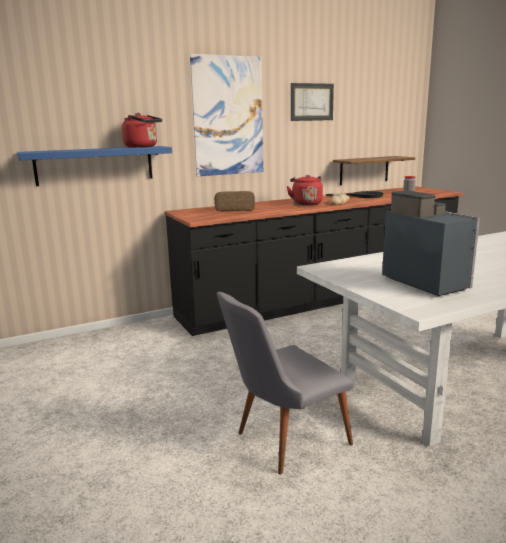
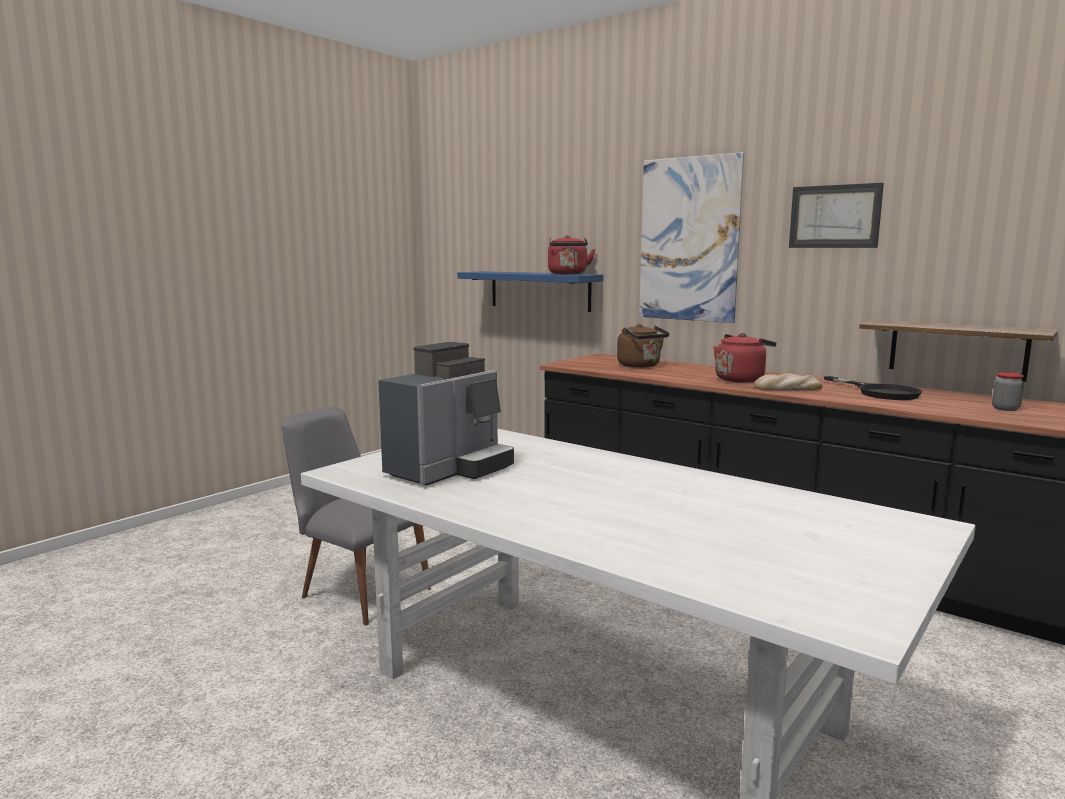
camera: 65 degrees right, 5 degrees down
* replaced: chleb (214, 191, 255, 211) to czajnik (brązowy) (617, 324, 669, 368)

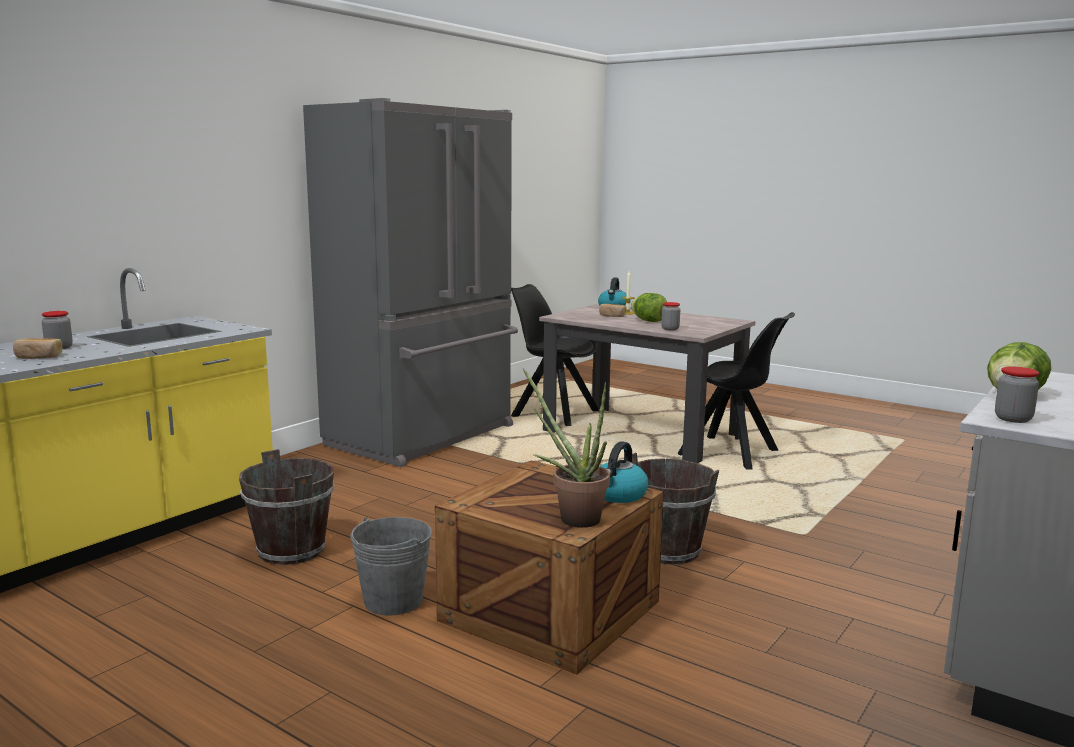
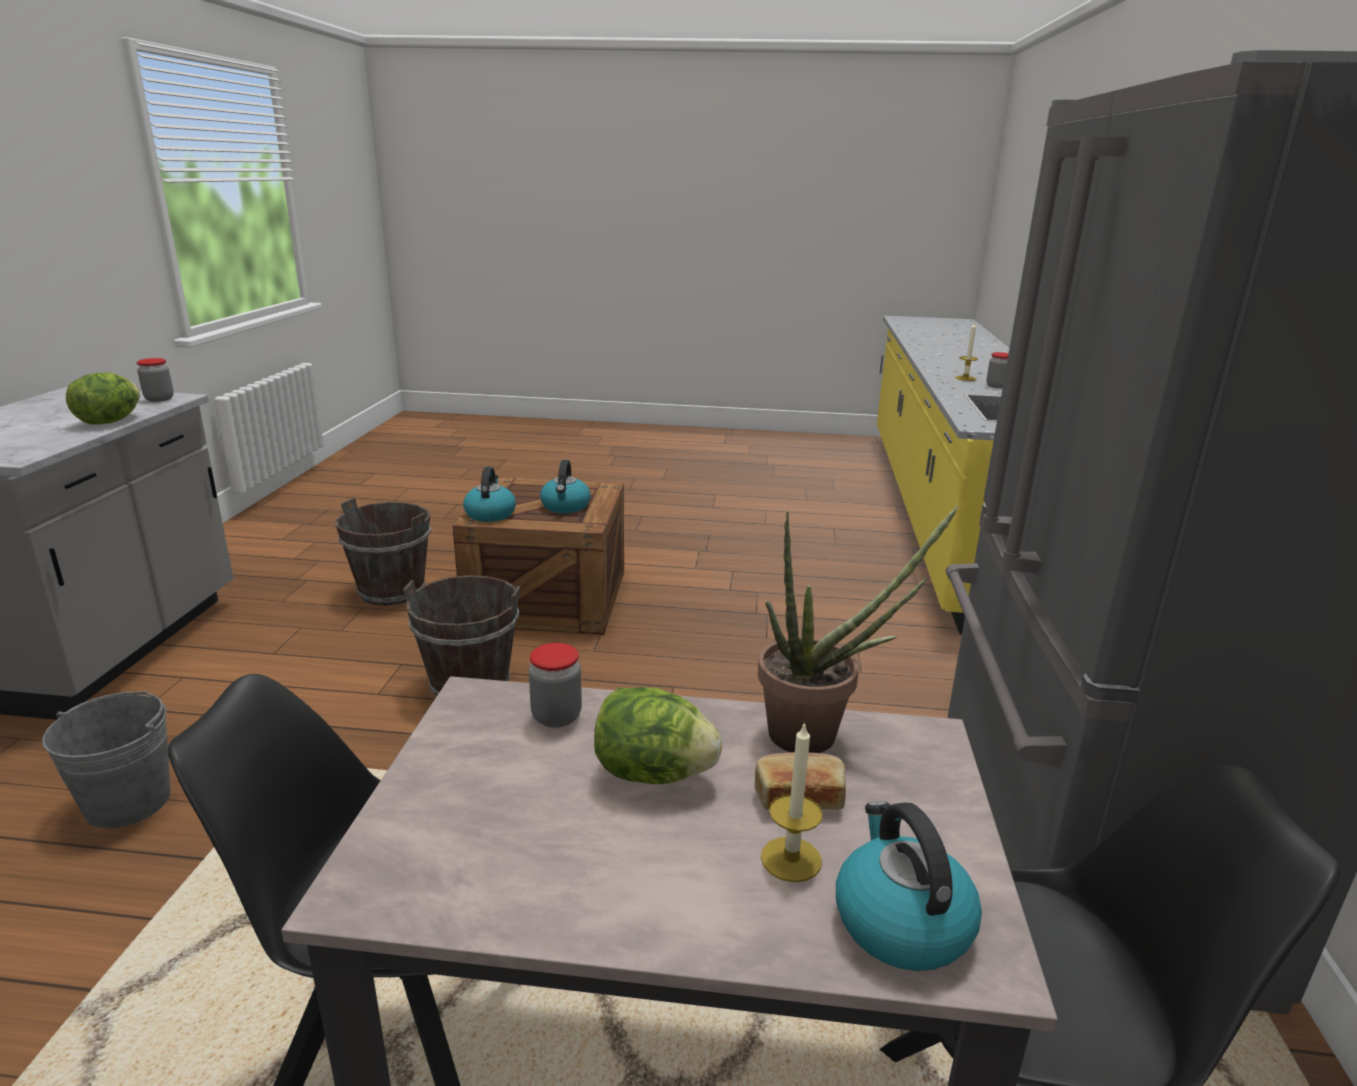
camera: 150 degrees right, 10 degrees up
* replaced: chleb (13, 338, 63, 359) to świeca (955, 321, 978, 381)
* moved: roślina doniczkowa (523, 368, 610, 528) to (758, 505, 959, 753)
* moved: wiadro (brązowy) (239, 449, 334, 565) to (335, 498, 431, 606)
* moved: wiadro (szary) (350, 517, 432, 615) to (42, 691, 171, 829)
* added: czajnik (540, 460, 590, 513)

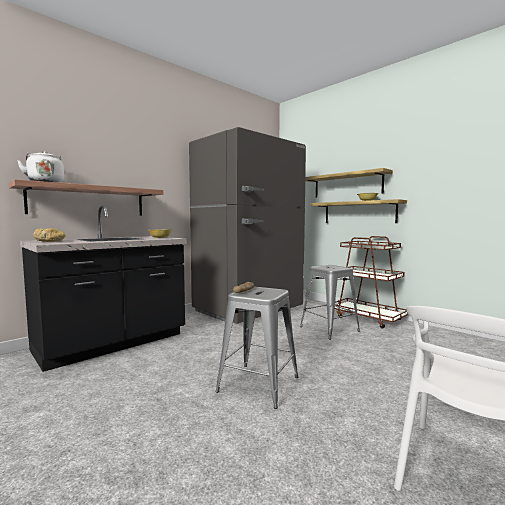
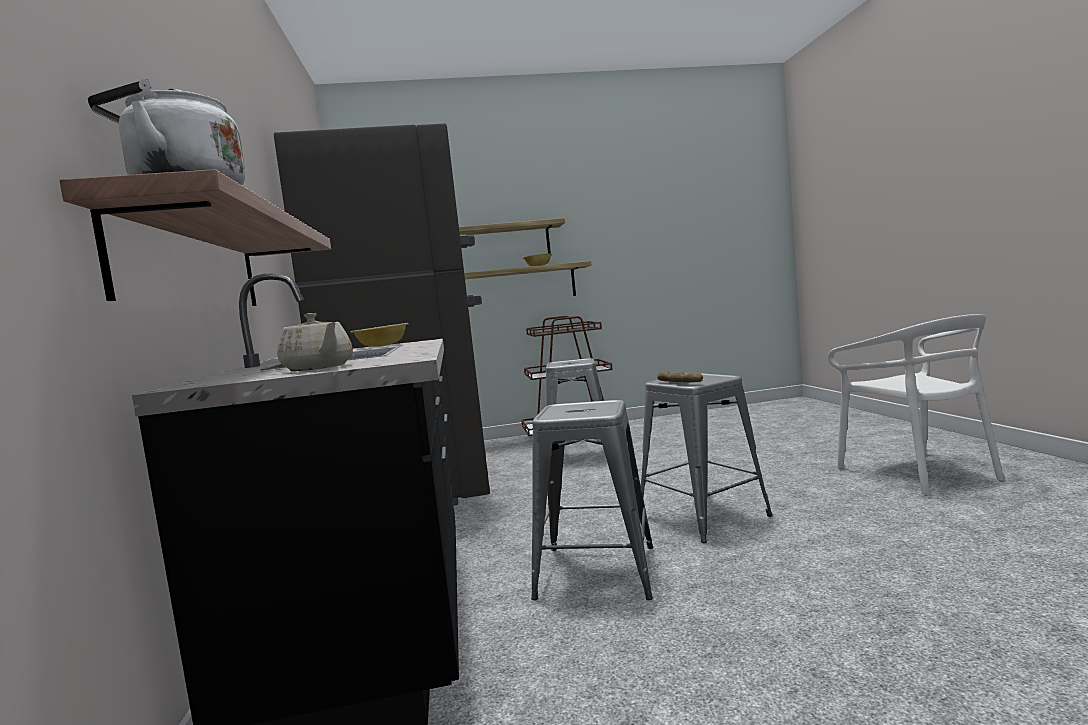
camera: 55 degrees left, 0 degrees up
* replaced: chleb (33, 228, 65, 242) to imbryk (beżowy) (277, 313, 353, 371)
* added: stołek (szary) (531, 400, 653, 600)

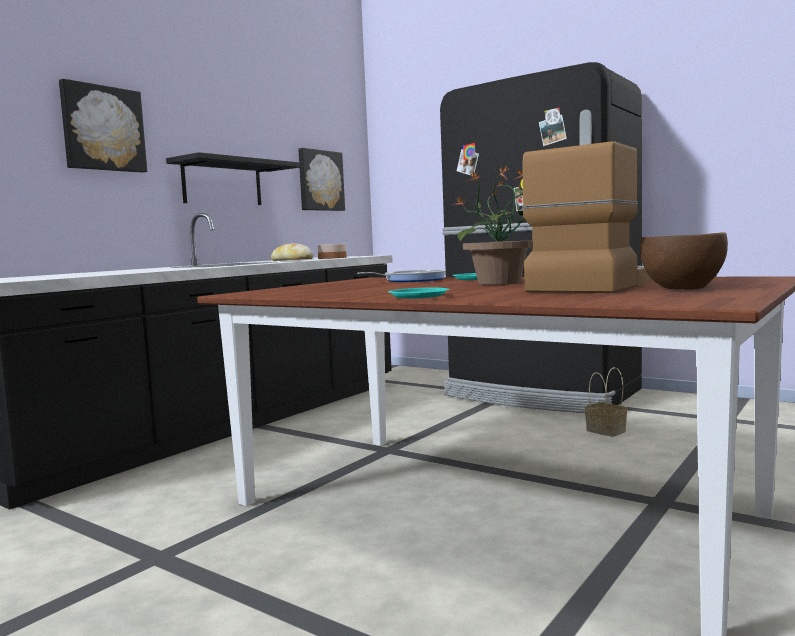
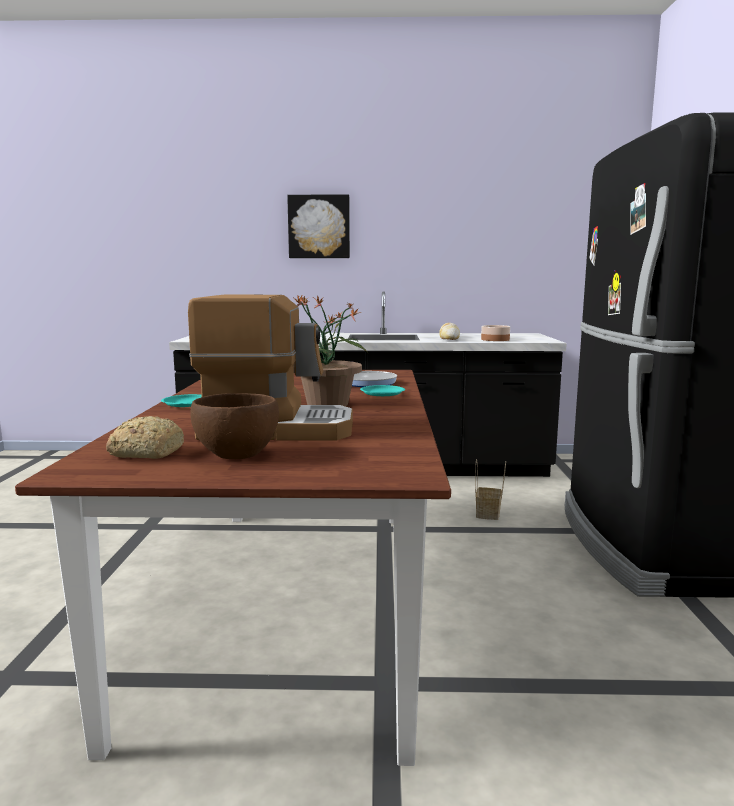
camera: 55 degrees right, 5 degrees up
* removed: obraz (298, 148, 345, 211)
* removed: półka (czarny) (166, 152, 301, 205)
* moved: koszyk (585, 367, 627, 437) to (475, 459, 506, 520)
* added: chleb (106, 416, 184, 459)

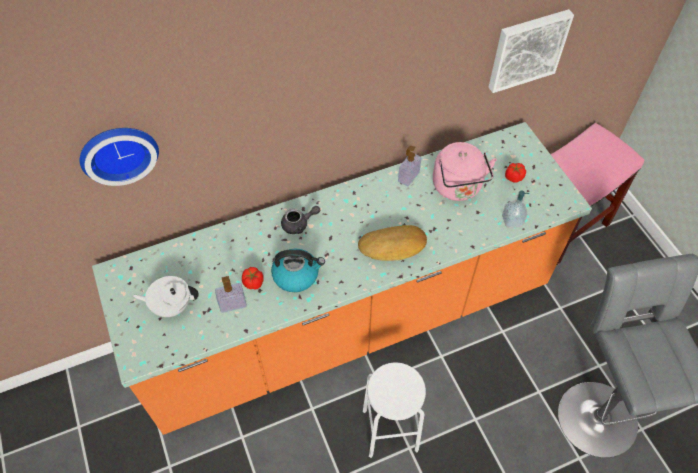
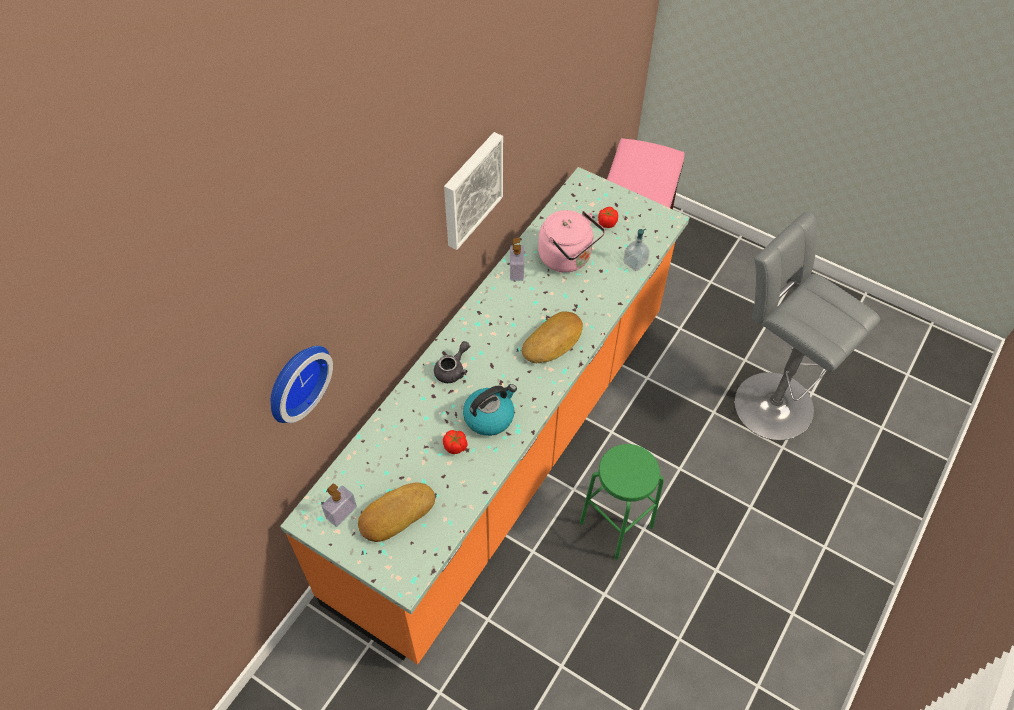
camera: 35 degrees left, 0 degrees up
* moved: obraz (488, 9, 574, 93) to (444, 132, 503, 250)
* replaced: imbryk (biały) (133, 276, 199, 317) to chleb (358, 483, 435, 542)
* moved: dozownik mydła (215, 276, 247, 313) to (322, 484, 357, 527)
* recoloured: stołek (biały) (363, 362, 426, 458) to stołek (zielony) (580, 444, 664, 560)

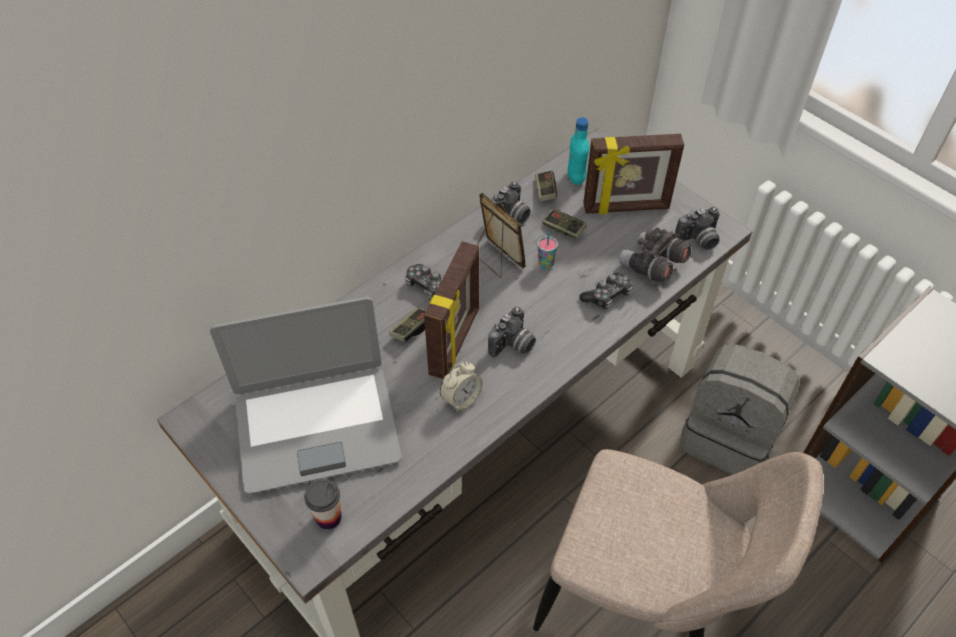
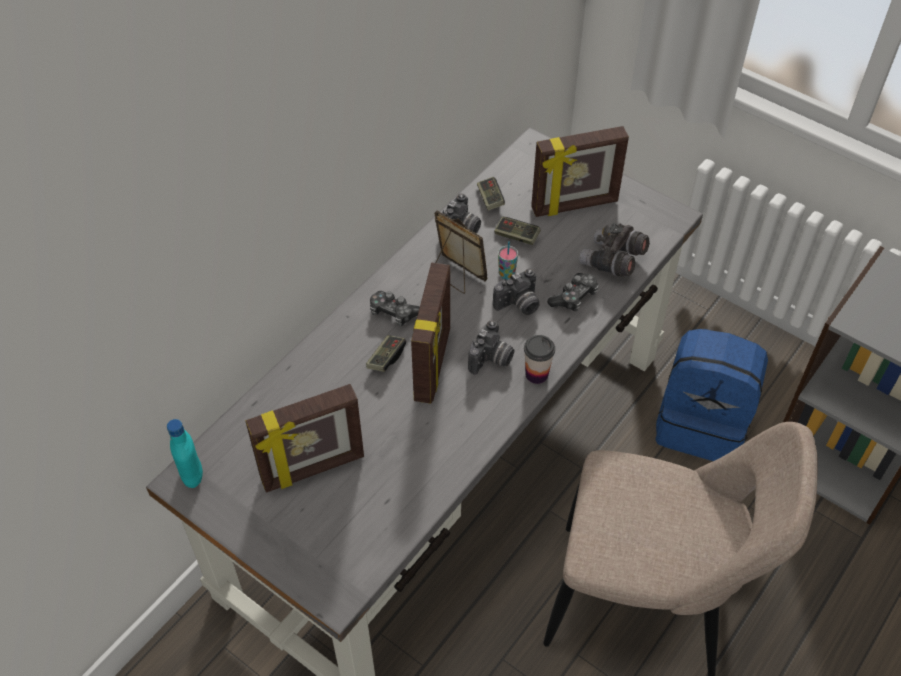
camera: 10 degrees left, 0 degrees up
* moved: butelka (turkusowy) (568, 117, 589, 185) to (167, 419, 203, 488)
* moved: aparat fotograficzny (675, 207, 720, 250) to (493, 269, 540, 315)
* replaced: laptop (210, 297, 401, 494) to ramka na zdjęcie (245, 384, 364, 493)
* recoloured: plecak (szary) (680, 344, 800, 475) to plecak (niebieski) (655, 329, 768, 461)
* removed: budzik (440, 361, 483, 412)
* moved: filiżanka (304, 479, 341, 529) to (524, 335, 555, 384)

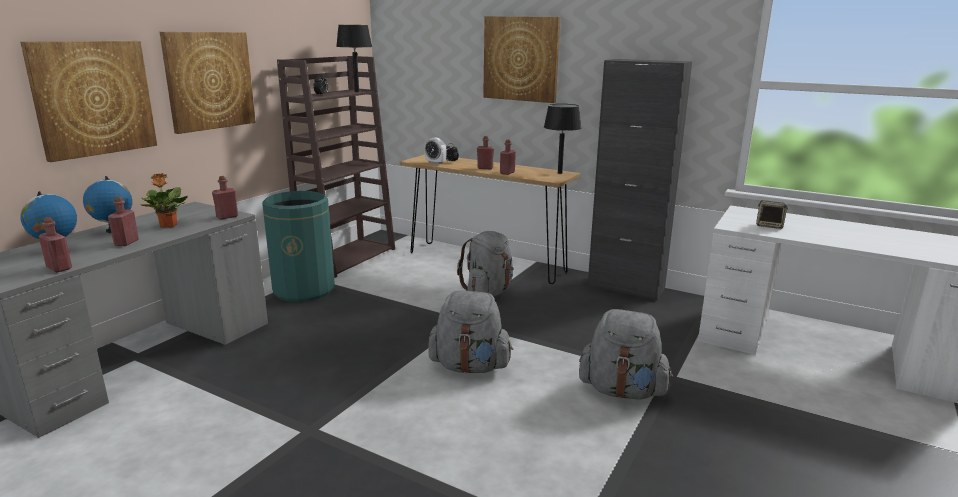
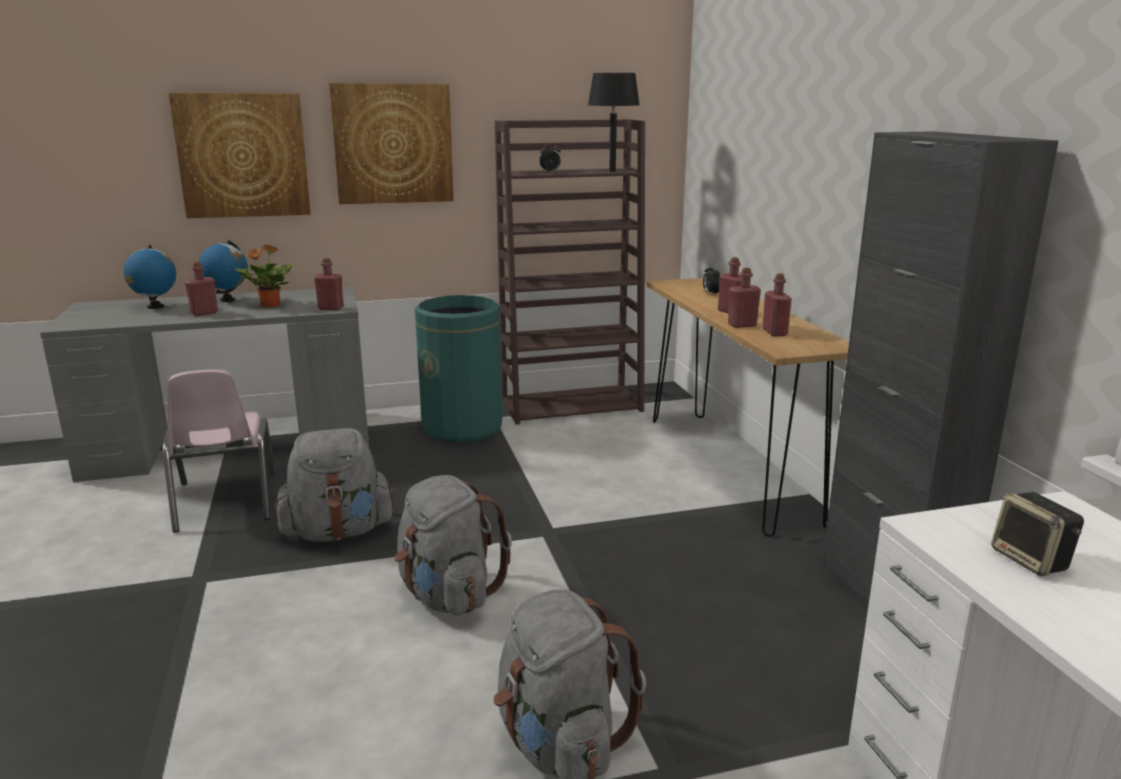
camera: 45 degrees right, 0 degrees up
* removed: obraz (483, 16, 560, 103)
* removed: lampa stołowa (czarny) (544, 104, 581, 174)
* removed: budzik (424, 137, 447, 164)
* moved: butelka (czerwony) (39, 217, 72, 272) to (762, 273, 792, 336)
* moved: plecak (szary) (457, 231, 514, 296) to (275, 428, 396, 542)
* added: krzesło (różowy) (162, 369, 275, 533)

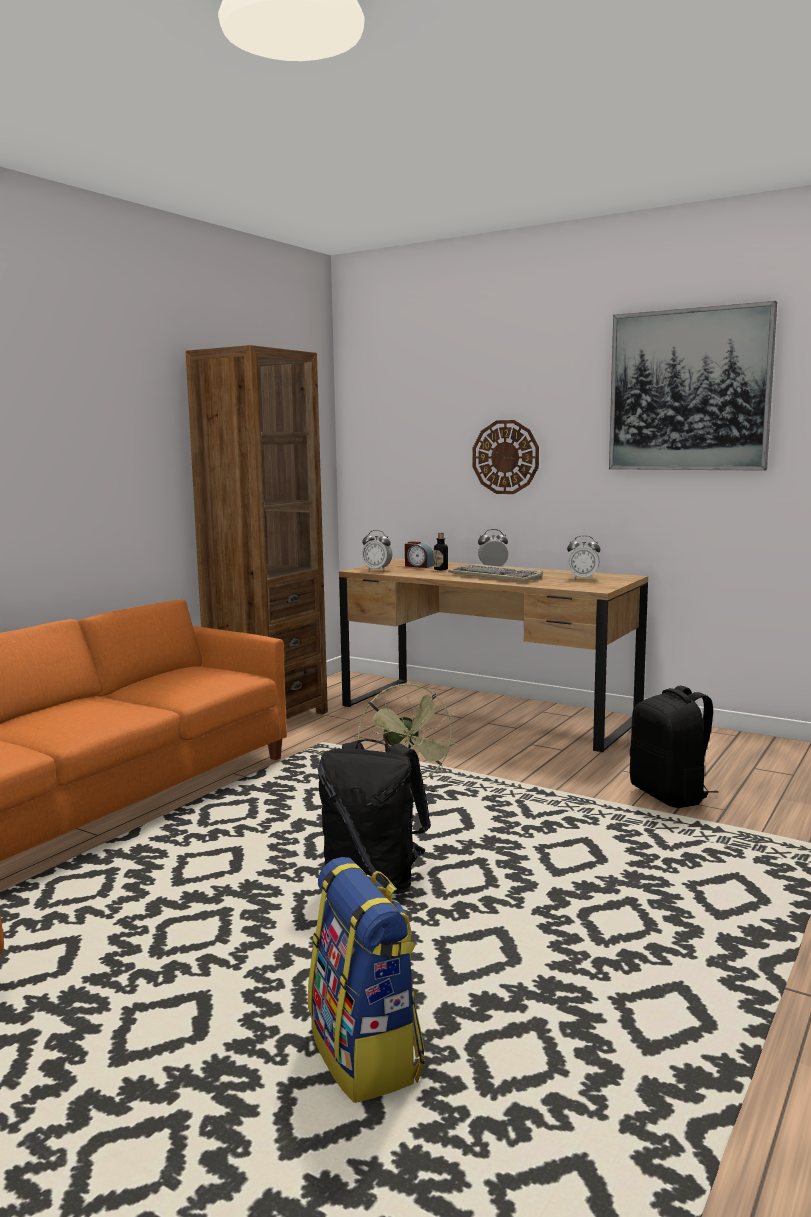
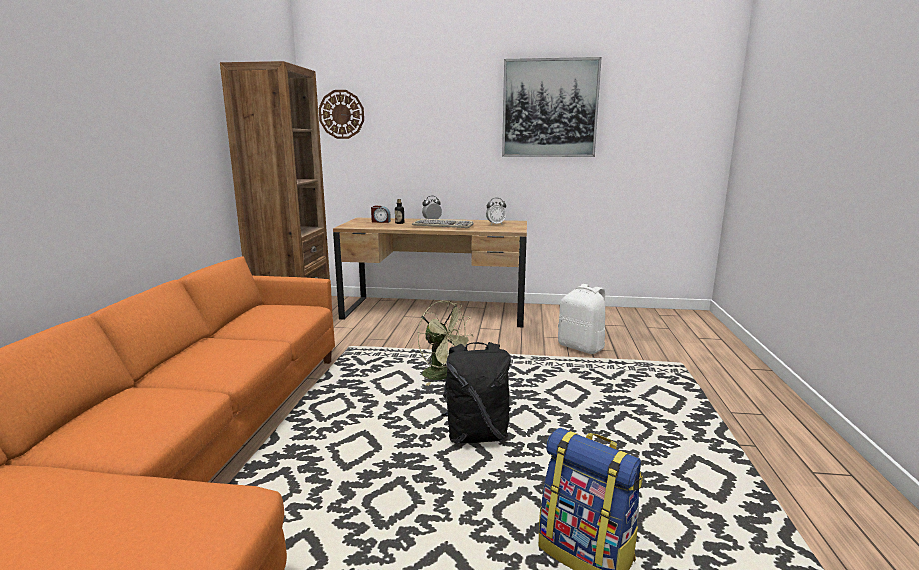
camera: 25 degrees left, 5 degrees up
* moved: zegar ścienny (473, 420, 539, 494) to (319, 90, 364, 139)
* removed: budzik (362, 530, 392, 571)
* recoloured: plecak (czarny) (630, 686, 718, 808) to plecak (biały) (558, 284, 605, 354)

